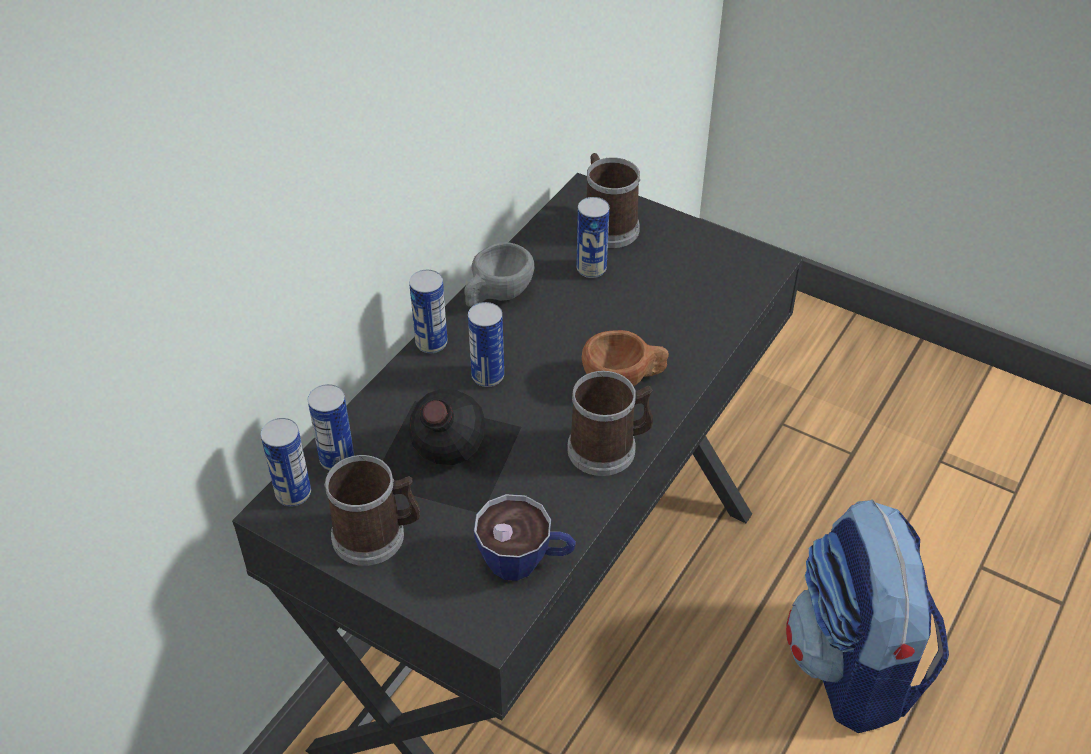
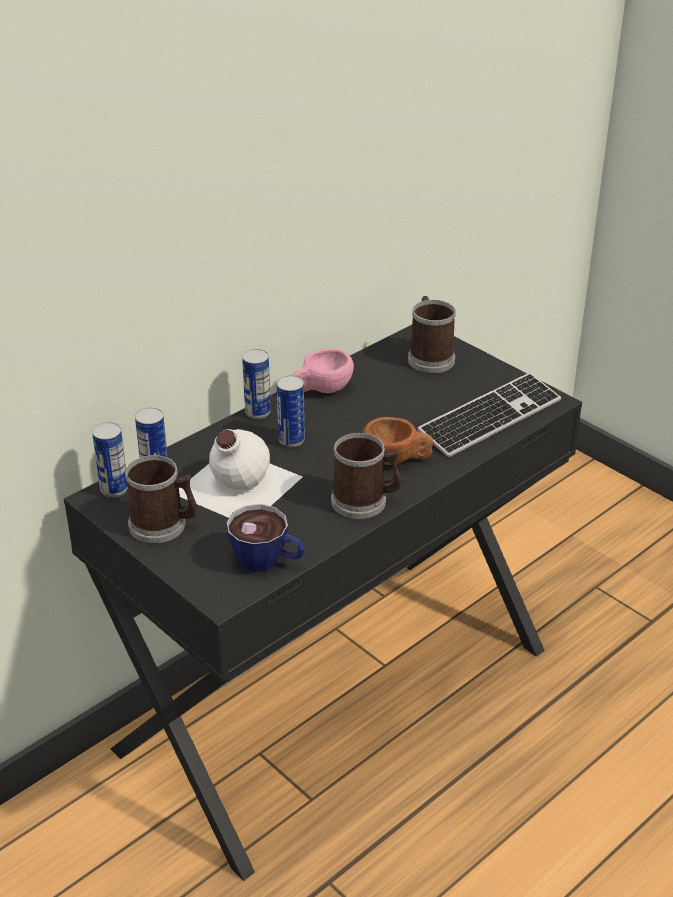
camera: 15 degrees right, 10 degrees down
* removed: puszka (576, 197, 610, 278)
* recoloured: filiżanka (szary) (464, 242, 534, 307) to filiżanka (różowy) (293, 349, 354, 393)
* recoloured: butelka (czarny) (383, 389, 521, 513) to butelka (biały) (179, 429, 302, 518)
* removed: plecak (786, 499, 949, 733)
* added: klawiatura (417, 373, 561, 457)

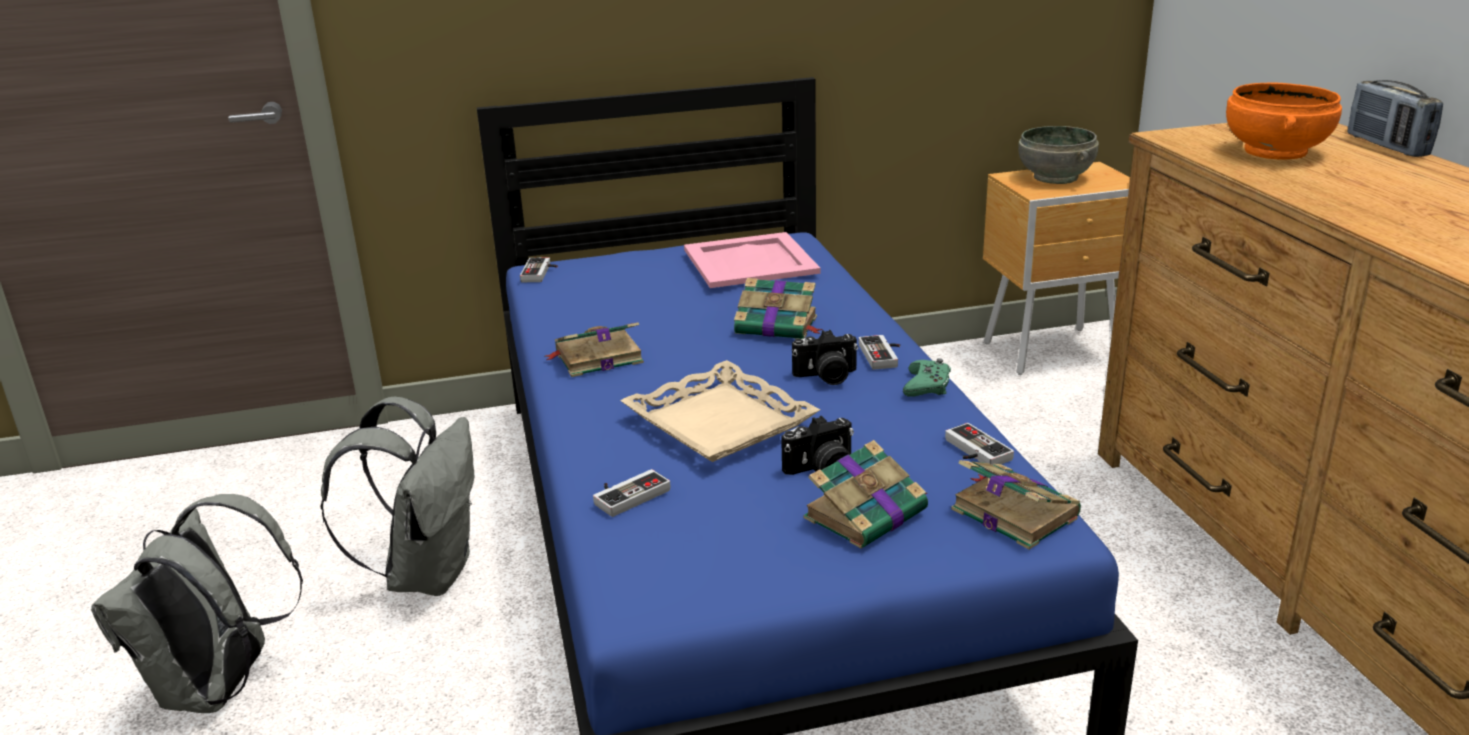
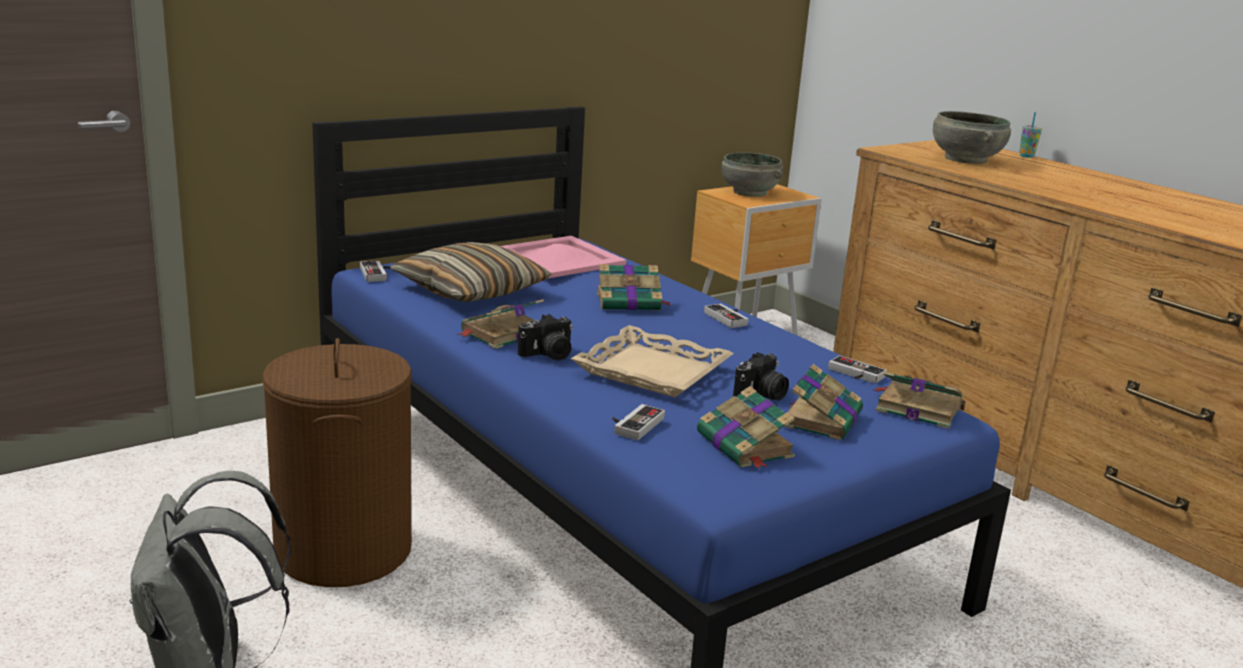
camera: 25 degrees left, 5 degrees down
* replaced: radio (1347, 80, 1443, 157) to filiżanka (1019, 112, 1042, 158)
* recoloured: miska (pomarańczowy) (1226, 83, 1342, 160) to miska (szary) (933, 111, 1011, 164)
* moved: aparat fotograficzny (792, 330, 858, 385) to (518, 314, 573, 360)
* removed: pad do gier (zielony) (903, 358, 951, 397)
* replaced: plecak (szary) (320, 397, 474, 596) to kosz na pranie (brązowy) (262, 338, 412, 587)
* added: poduszka (391, 242, 552, 302)
* added: książka (697, 386, 795, 469)

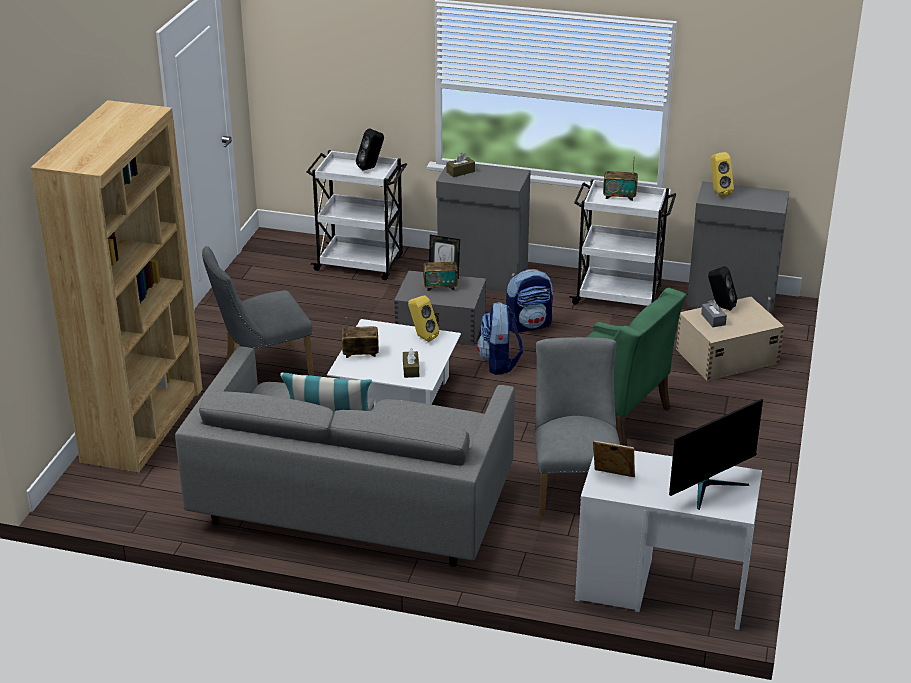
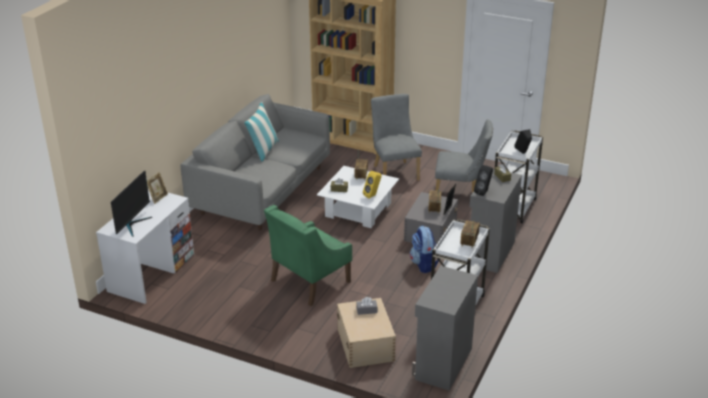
camera: 100 degrees right, 0 degrees up
* removed: głośnik (żółty) (711, 152, 734, 197)
* moved: głośnik (czarny) (708, 266, 737, 311) to (474, 165, 493, 196)
* removed: plecak (477, 302, 523, 375)
* moved: krzesło (szary) (535, 337, 620, 518) to (435, 119, 493, 193)
* turned: monitor (669, 399, 763, 510) = (111, 170, 152, 237) 135 degrees counterclockwise

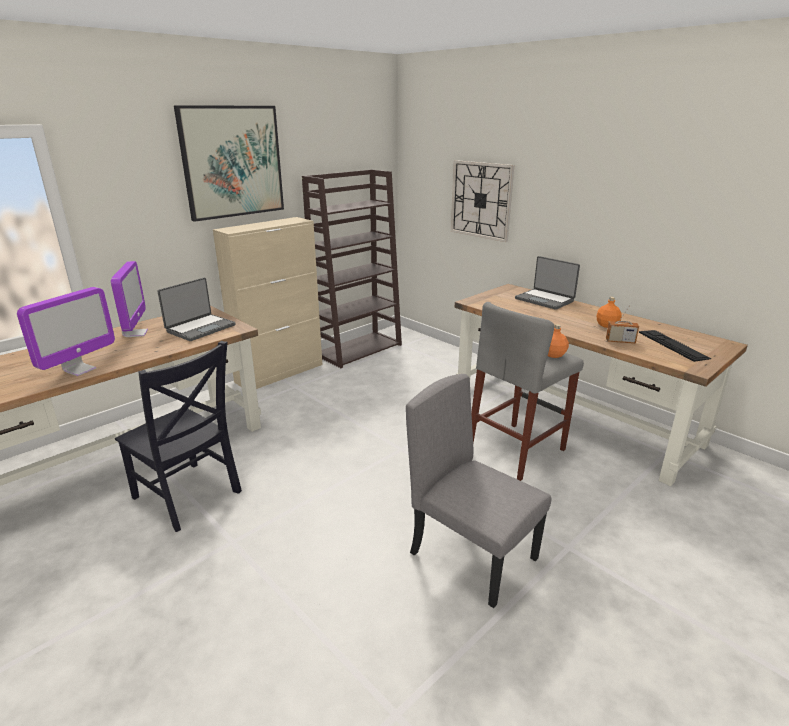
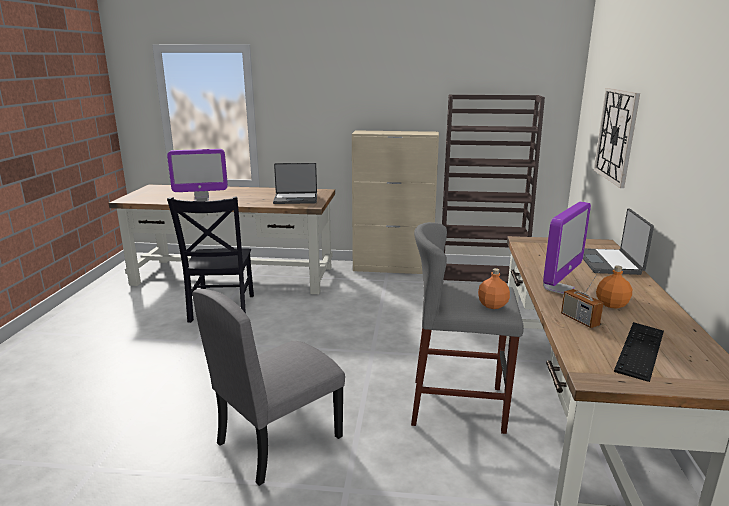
camera: 50 degrees right, 5 degrees down
* removed: obraz (174, 105, 284, 222)
* moved: monitor (111, 261, 148, 337) to (543, 202, 591, 294)
* turned: krzesło (szary) (406, 374, 552, 608) = (192, 289, 345, 486) 135 degrees counterclockwise

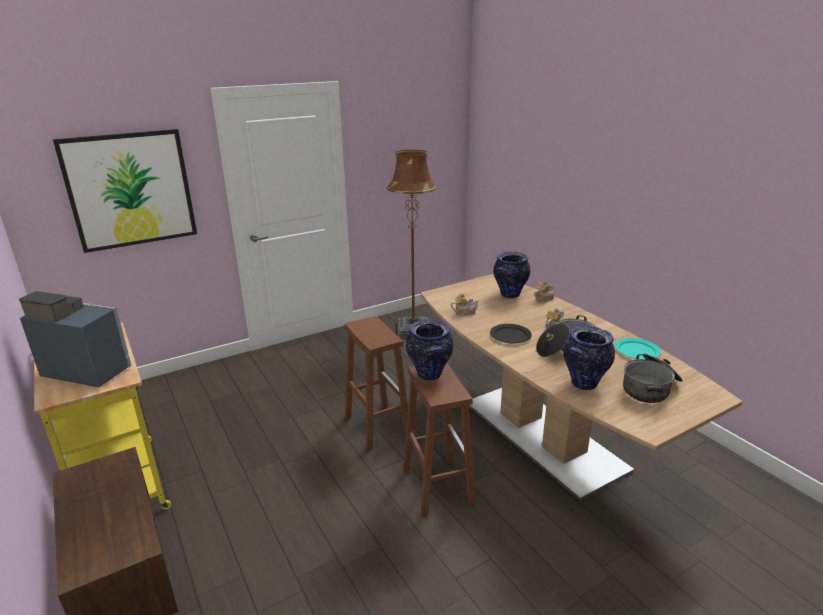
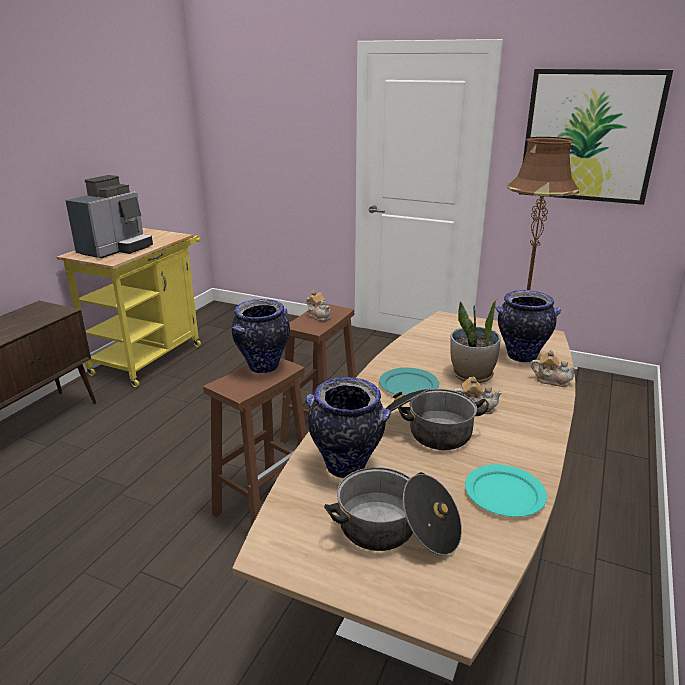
camera: 55 degrees right, 0 degrees up
* moved: obraz (53, 129, 197, 253) to (519, 69, 673, 205)
* turned: ekspres do kawy (19, 291, 132, 387) = (65, 175, 153, 258) 45 degrees clockwise
* moved: imbryk (451, 293, 479, 316) to (306, 290, 331, 321)
* recoloured: talerz (czarny) (490, 324, 532, 344) to talerz (turkusowy) (379, 368, 439, 395)
* added: roślina doniczkowa (450, 298, 501, 383)

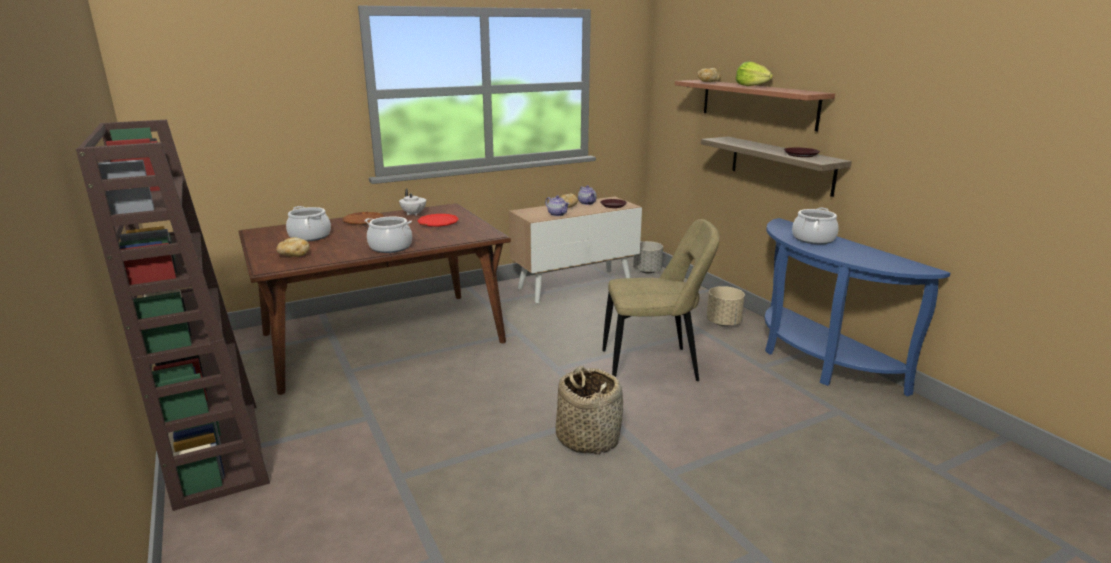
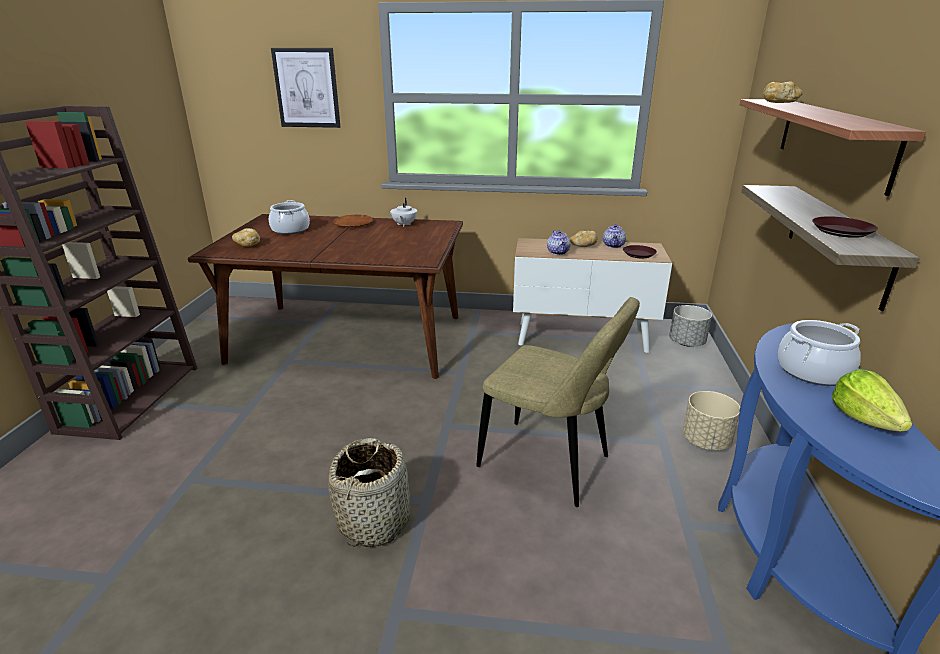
camera: 35 degrees right, 5 degrees up
* moved: sałata (736, 62, 773, 86) to (832, 369, 912, 431)
* removed: talerz (czerwony) (417, 214, 459, 227)
* removed: garnek (365, 216, 412, 253)
* added: obraz (271, 48, 340, 128)

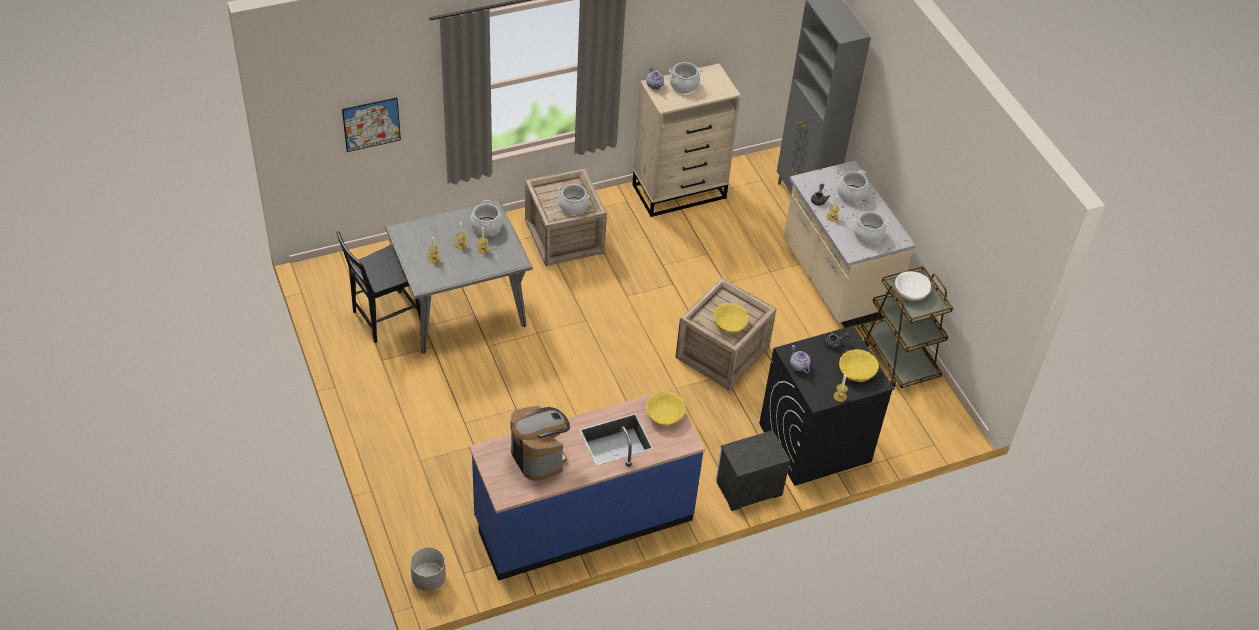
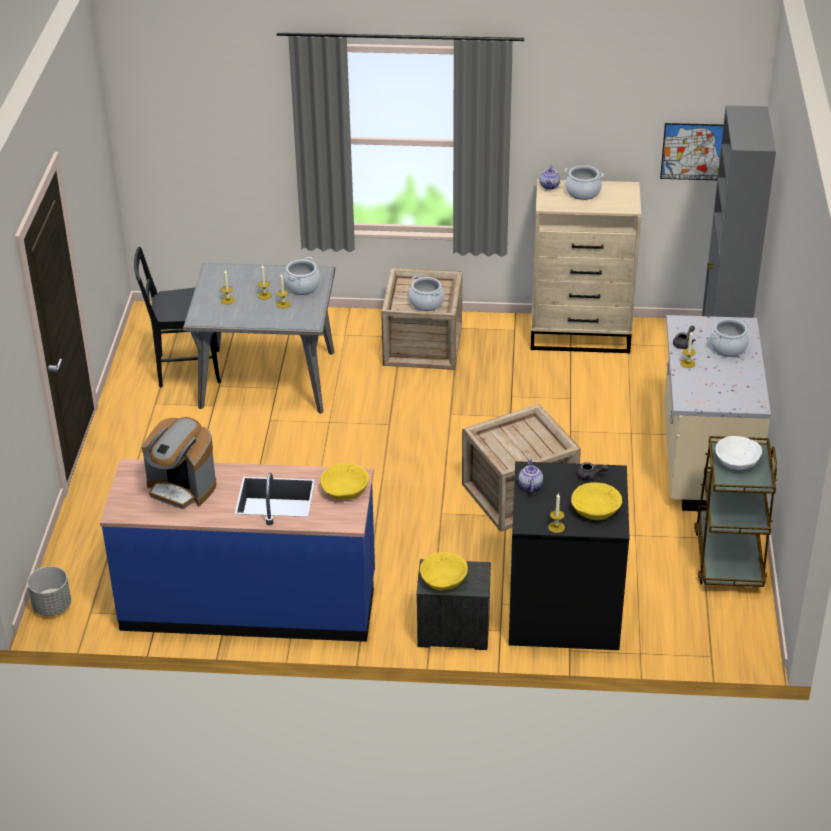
camera: 30 degrees right, 10 degrees down
* moved: obraz (342, 97, 401, 152) to (660, 123, 724, 180)
* removed: garnek (854, 211, 889, 244)
* moved: miska (żółty) (714, 303, 749, 334) to (420, 552, 468, 591)
* turned: ekspres do kawy (510, 406, 570, 481) = (142, 417, 216, 509) 120 degrees clockwise

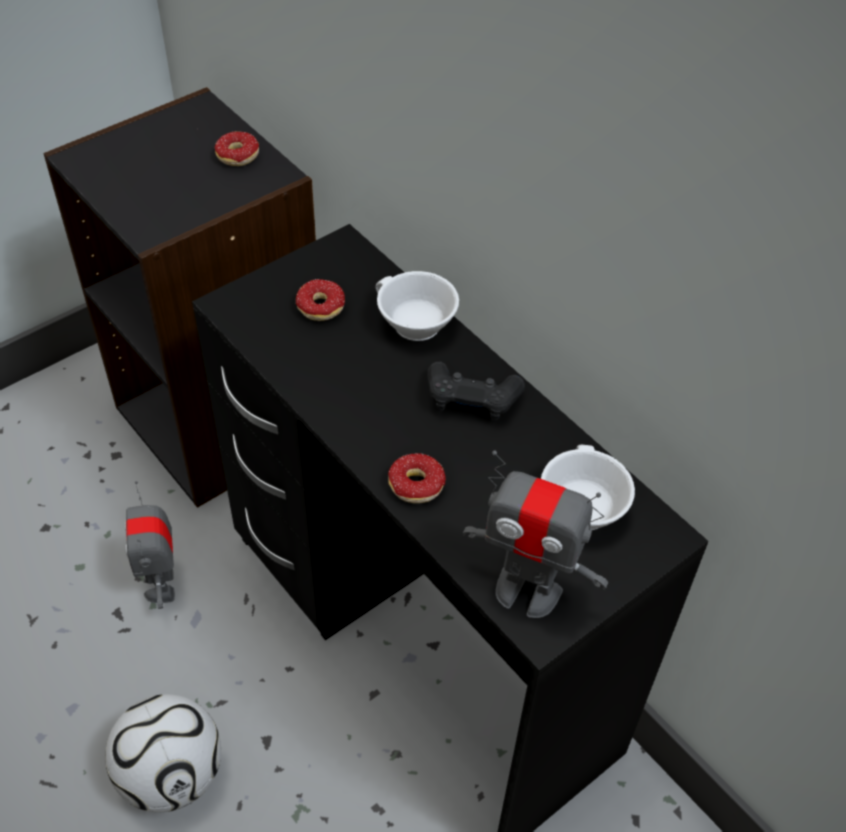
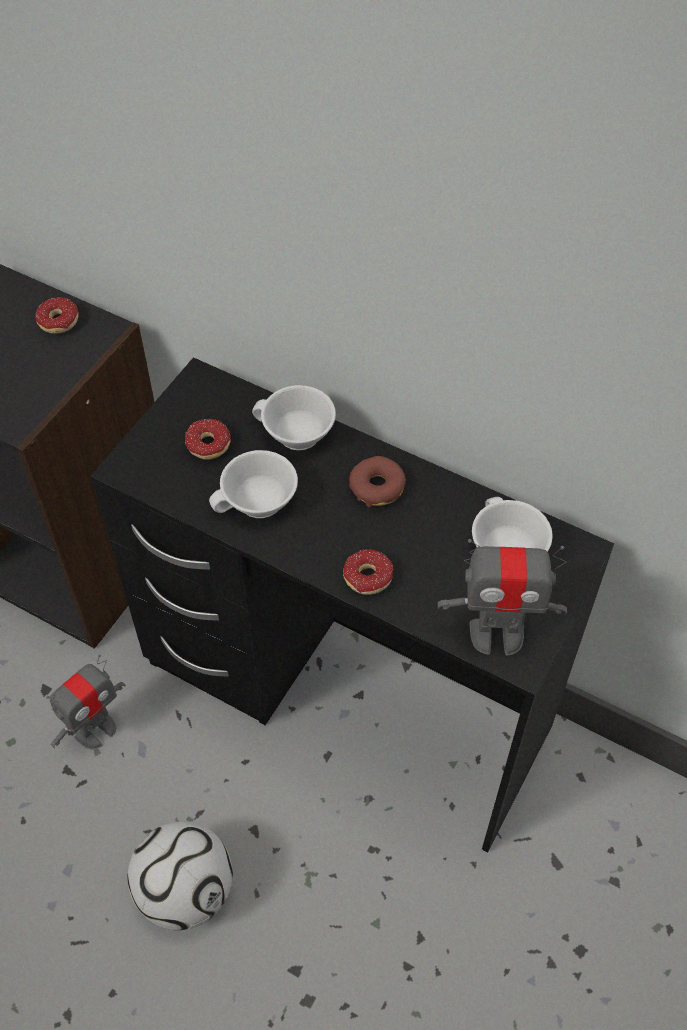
camera: 20 degrees left, 5 degrees up
* replaced: pad do gier (czarny) (428, 362, 525, 421) to donut (349, 456, 406, 507)
* turned: robot zabawkowy (125, 481, 175, 609) = (46, 654, 125, 750) 105 degrees counterclockwise
* added: filiżanka (biały) (209, 450, 298, 518)

